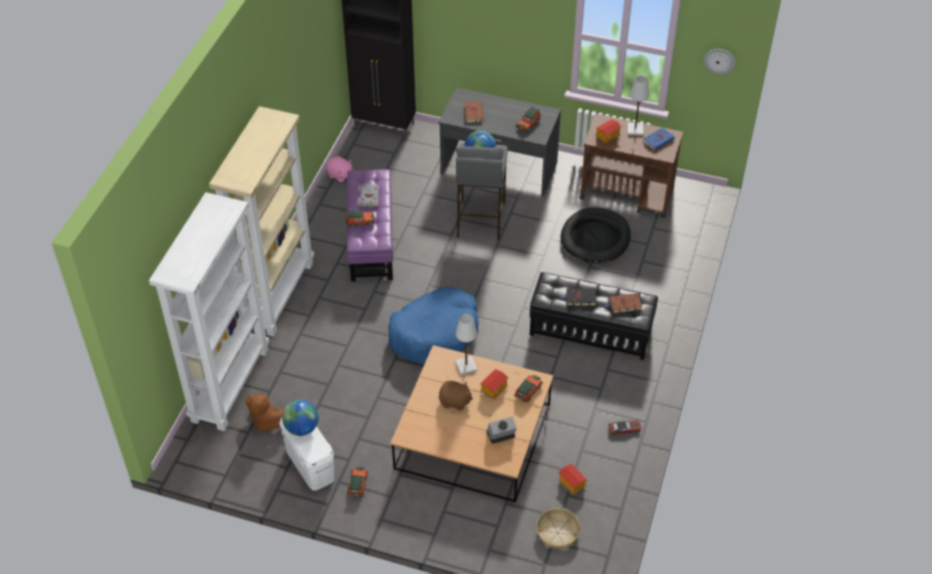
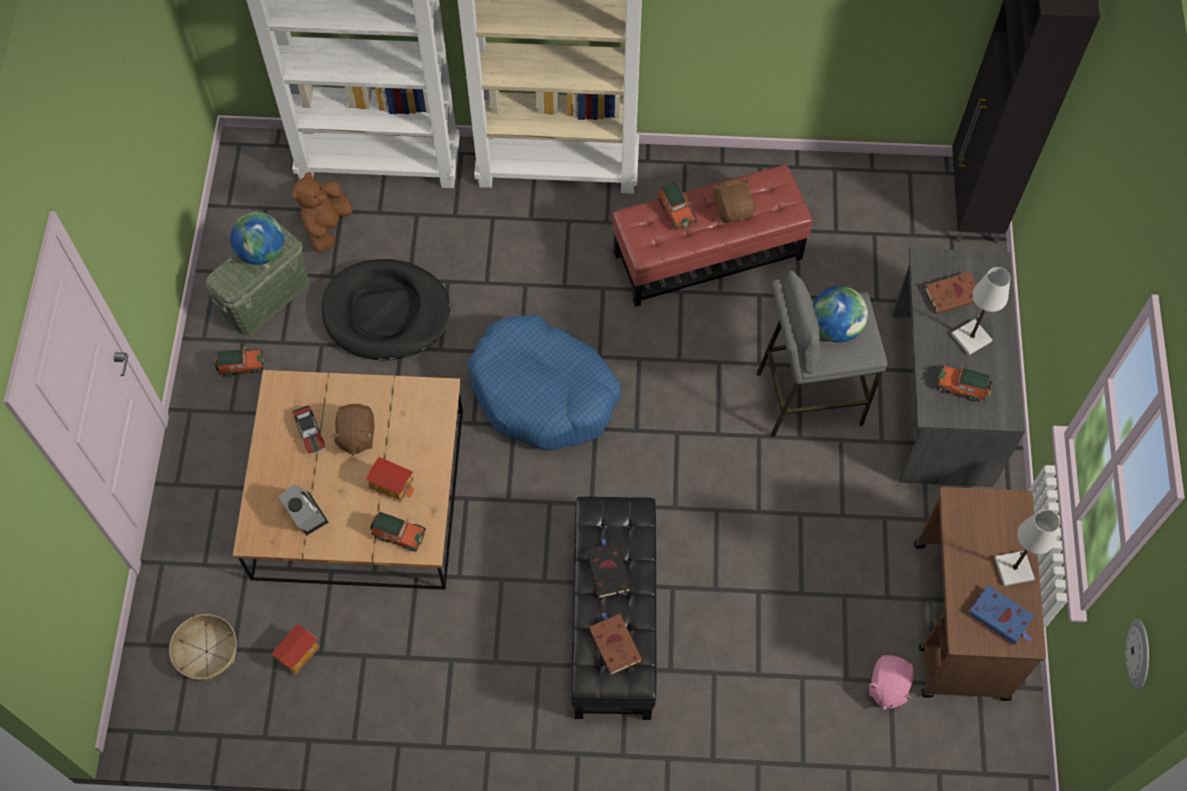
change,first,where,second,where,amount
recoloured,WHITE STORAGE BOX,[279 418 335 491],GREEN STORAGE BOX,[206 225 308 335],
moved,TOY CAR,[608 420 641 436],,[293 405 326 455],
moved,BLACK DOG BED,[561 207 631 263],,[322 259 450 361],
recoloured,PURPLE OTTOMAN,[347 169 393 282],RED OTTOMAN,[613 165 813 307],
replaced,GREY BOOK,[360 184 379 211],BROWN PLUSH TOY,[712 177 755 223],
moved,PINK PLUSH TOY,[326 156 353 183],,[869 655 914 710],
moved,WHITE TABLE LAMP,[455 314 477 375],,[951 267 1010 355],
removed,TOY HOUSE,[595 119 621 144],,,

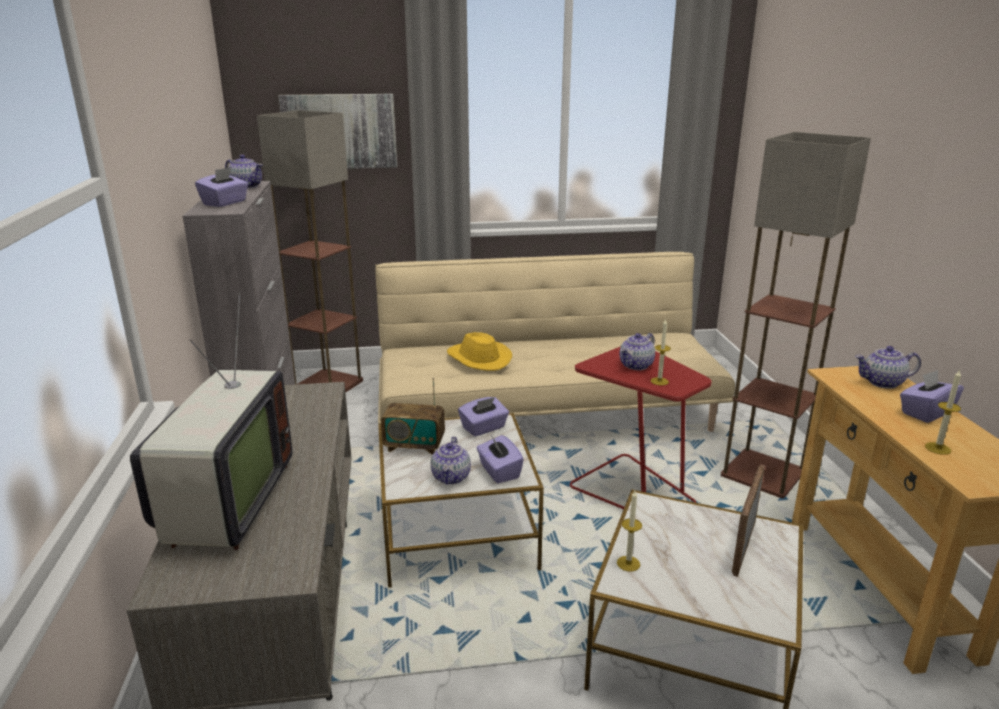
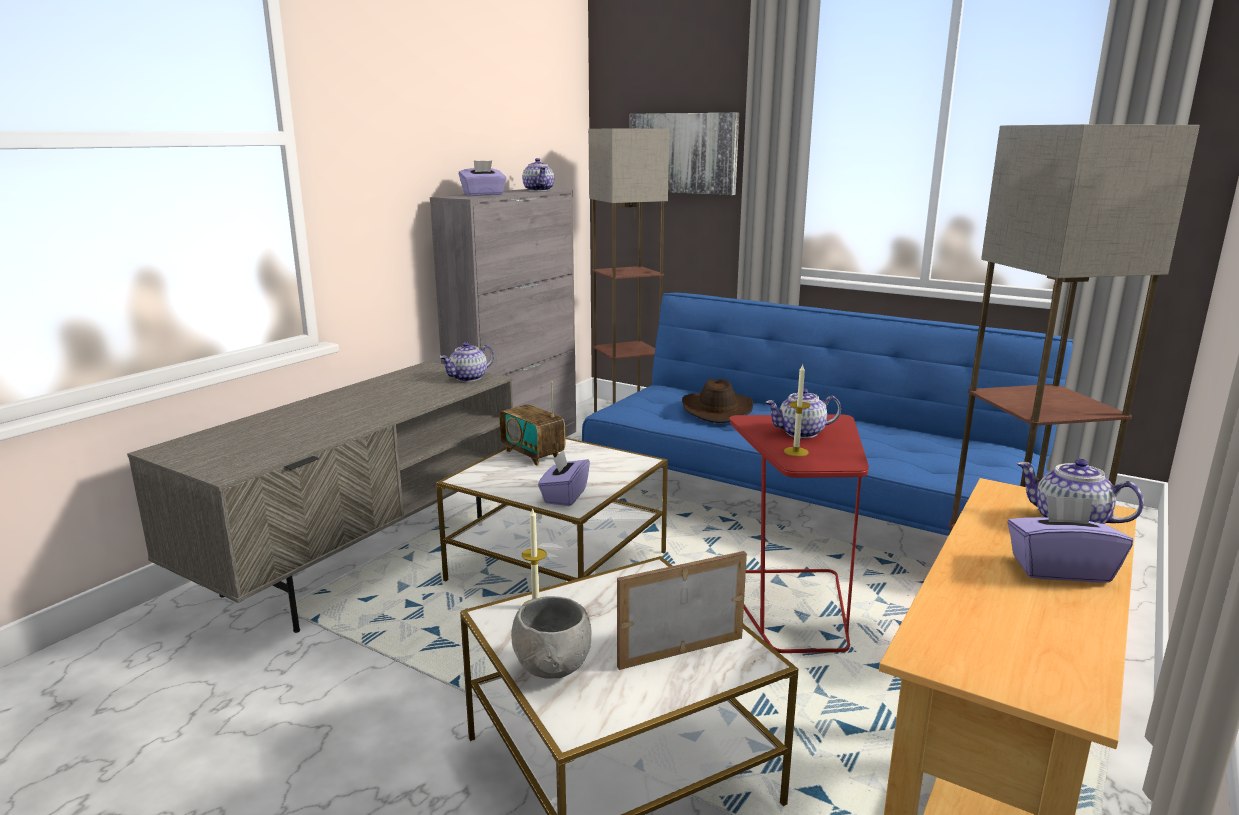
change,first,where,second,where,amount
moved,TEAPOT,[431 437 471 484],,[439 342 494 382],
added,,,GREY BOWL,[511 596 592 679],
recoloured,BEIGE SOFA,[375 252 735 432],BLUE SOFA,[582 293 1073 536],
recoloured,YELLOW HAT,[447 332 512 371],BROWN HAT,[682 379 753 423],
removed,TELEVISION,[130 293 292 550],,,
removed,PURPLE TISSUE BOX,[458 397 509 436],,,
removed,CANDLE,[925 370 961 455],,,

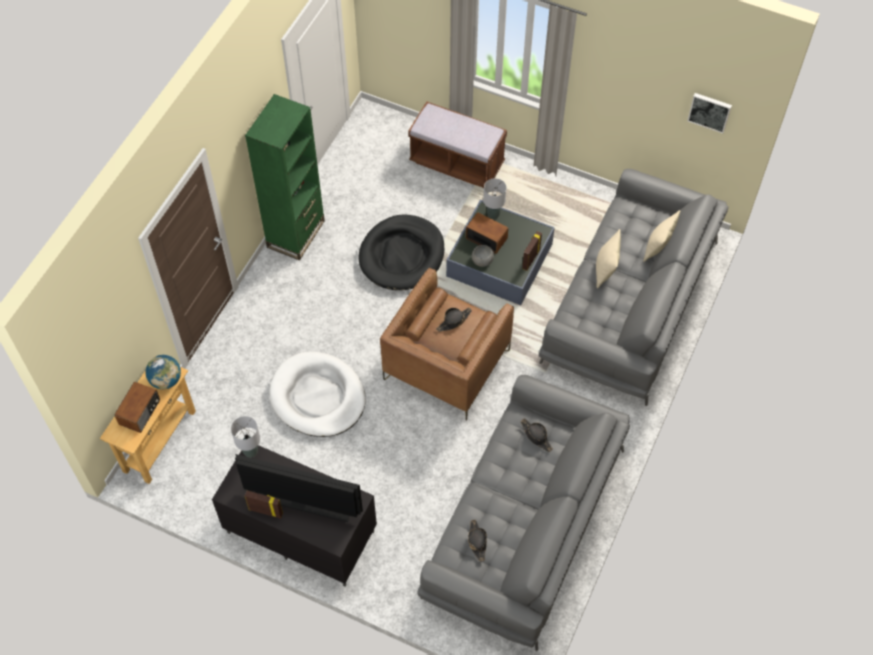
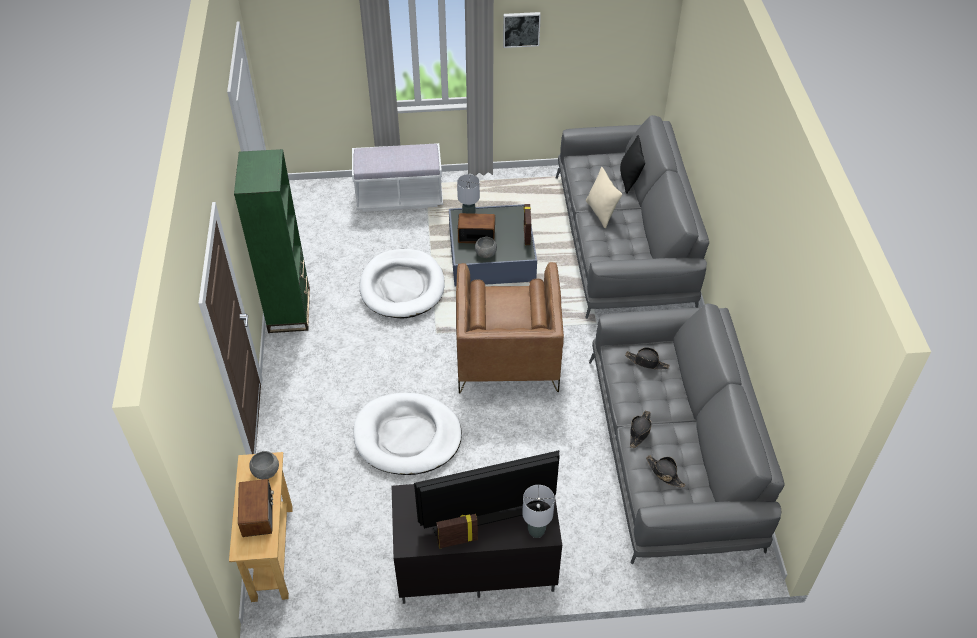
change,first,where,second,where,amount
replaced,GLOBE,[146 355 181 389],GREY BOWL,[249 451 279 479],
recoloured,BROWN BENCH,[408 102 507 188],WHITE BENCH,[352 143 443 212],
recoloured,BLACK DOG BED,[358 214 444 290],WHITE DOG BED,[360 249 445 318],
moved,PICTURE,[687 93 732 133],,[503 12 541 48],
moved,GREY TABLE LAMP,[231 416 260 458],,[522 485 555 538],
recoloured,BEIGE PILLOW,[643 210 680 262],BLACK PILLOW,[620 135 645 194],
moved,BLACK HAT,[436 308 472 332],,[630 411 652 448],

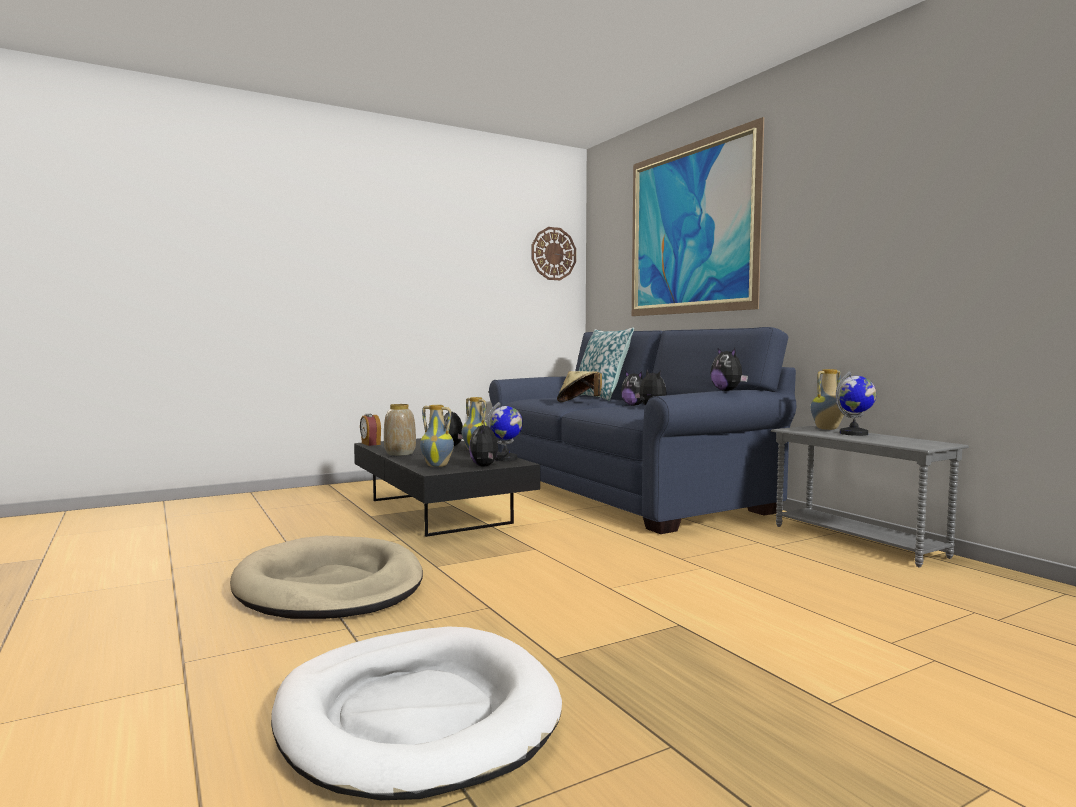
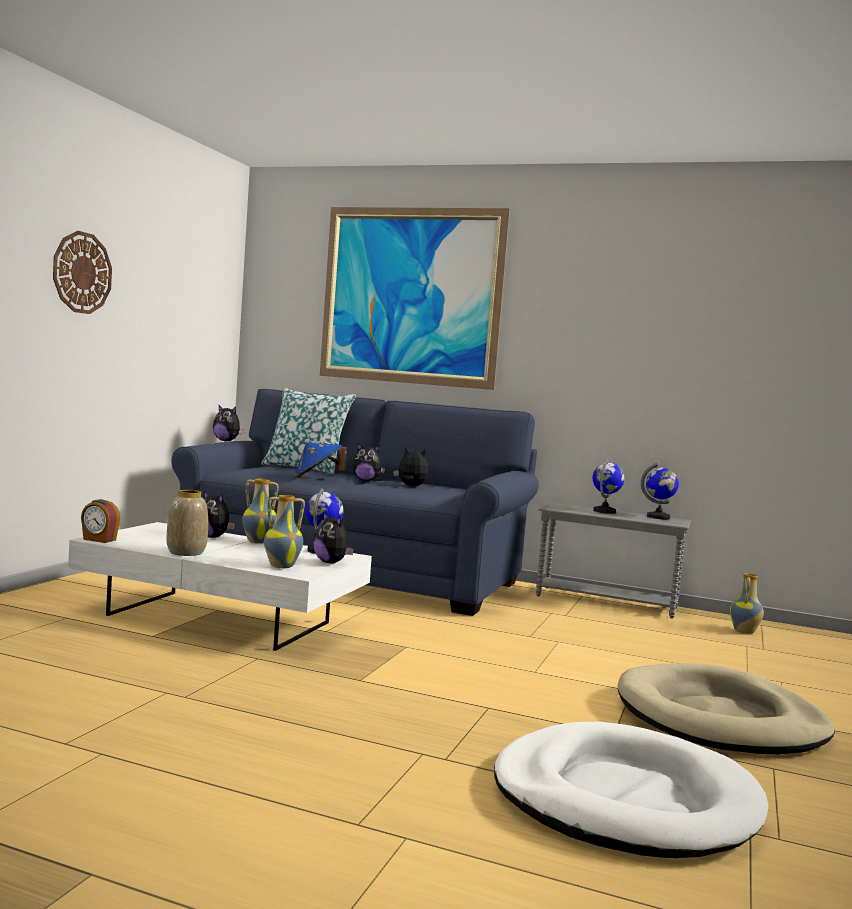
change,first,where,second,where,amount
moved,WALL CLOCK,[532 227 576 280],,[53 231 112 314],
recoloured,BLACK COFFEE TABLE,[354 438 540 537],WHITE COFFEE TABLE,[68 522 372 651],
moved,PLUSH TOY,[710 348 748 391],,[213 405 245 442],
recoloured,BEIGE HAT,[557 371 602 402],BLUE HAT,[295 443 347 478],
moved,BEIGE DOG BED,[230 536 423 619],,[618 663 835 754],
added,,,GLOBE,[641 463 679 520],
moved,VASE,[811 369 846 430],,[730 573 764 634],

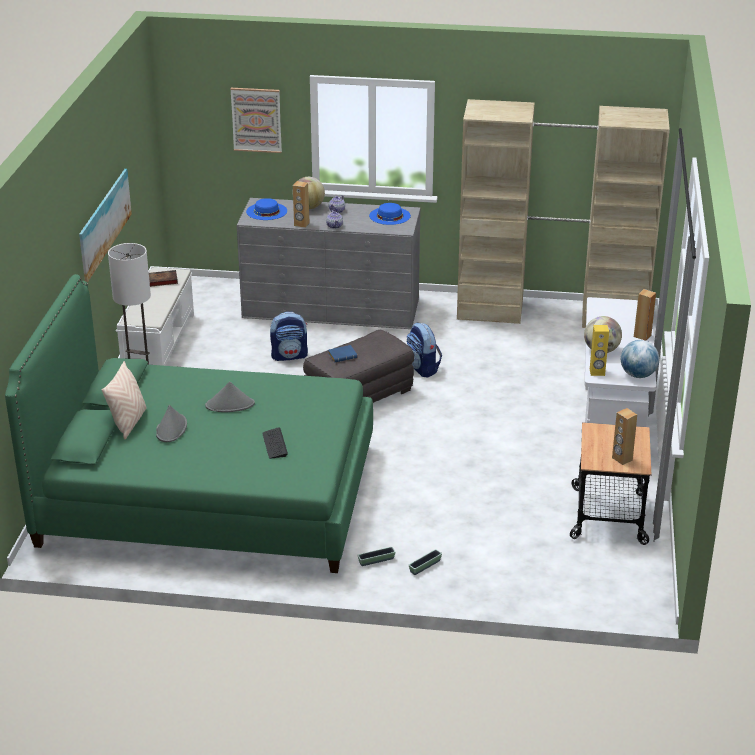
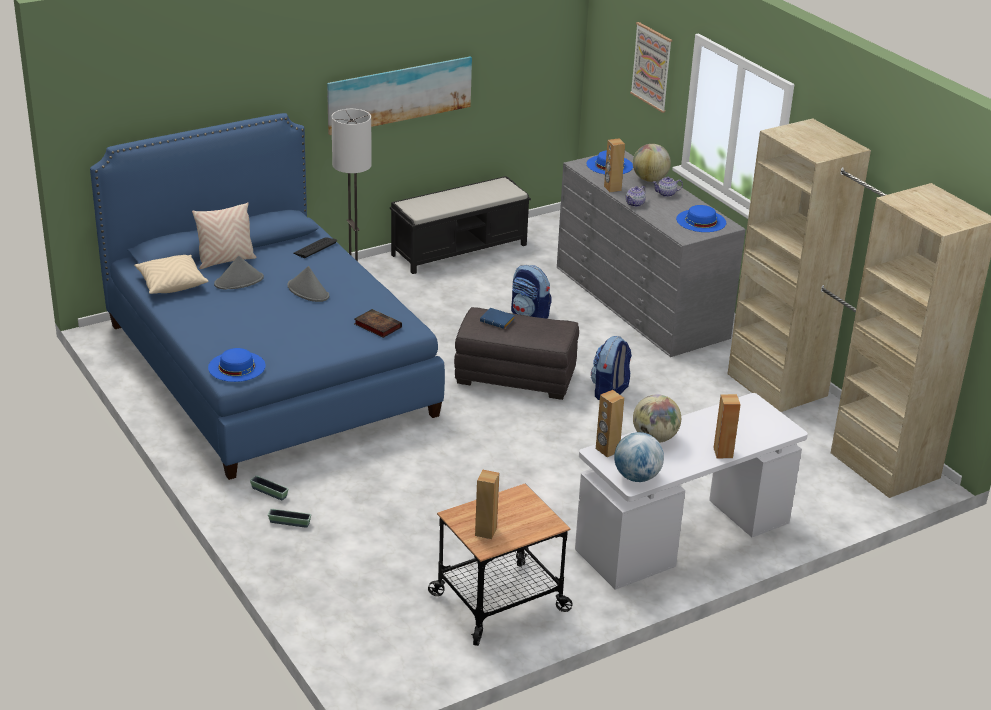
change,first,where,second,where,amount
recoloured,GREEN BED,[5 274 373 573],BLUE BED,[90 113 445 480],
added,,,BEIGE PILLOW,[134 255 208 294],
added,,,BLUE HAT,[208 348 266 382],
moved,KEYBOARD,[262 427 288 459],,[293 238 337 258],
moved,BOOK,[149 270 178 287],,[354 309 402 338],
recoloured,WHITE BENCH,[116 266 194 366],BLACK BENCH,[390 176 531 274],
recoloured,YELLOW SPEAKER,[590 325 609 376],BROWN SPEAKER,[596 390 624 457],

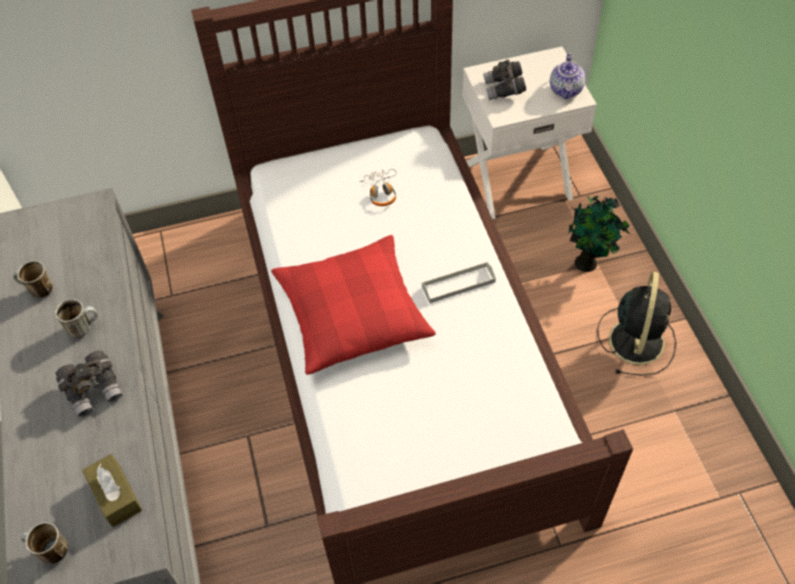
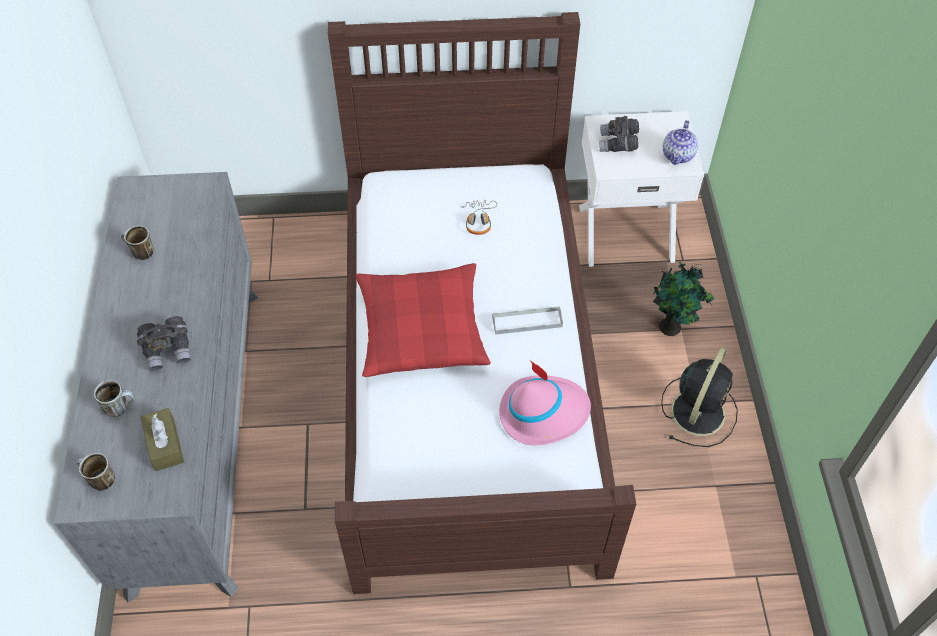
change,first,where,second,where,amount
moved,MUG,[55 299 98 338],,[94 380 135 417],
added,,,PINK HAT,[499 360 591 445],

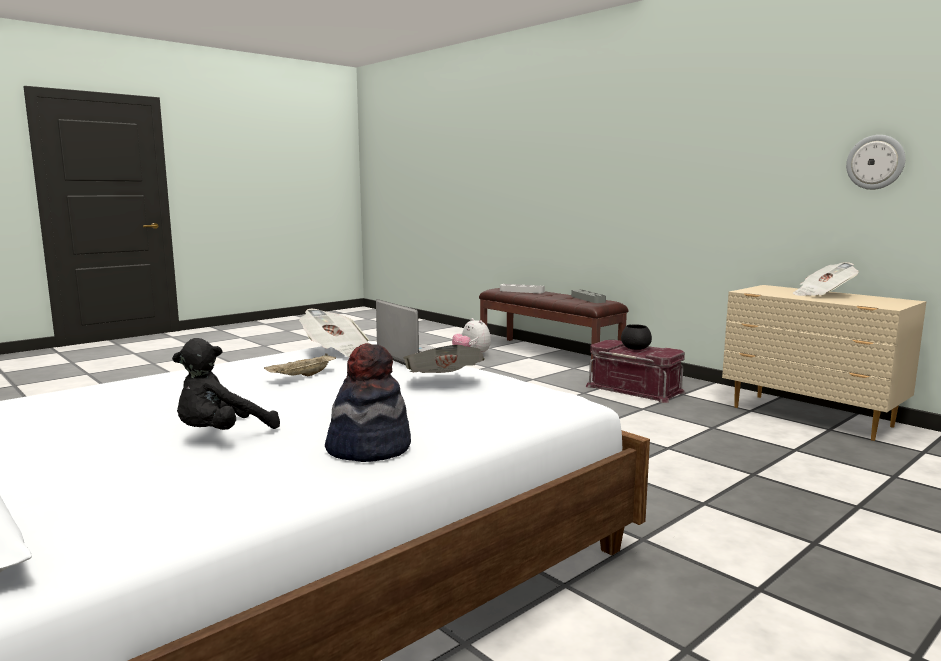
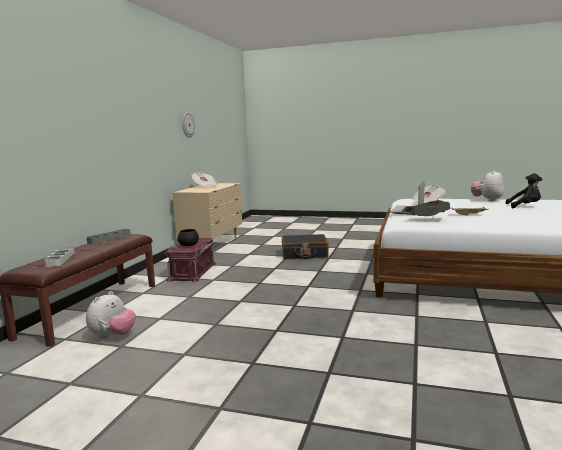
change,first,where,second,where,amount
added,,,BLACK SUITCASE,[282 234 329 259],
replaced,HAT,[325 343 411 462],PLUSH TOY,[471 170 504 202],

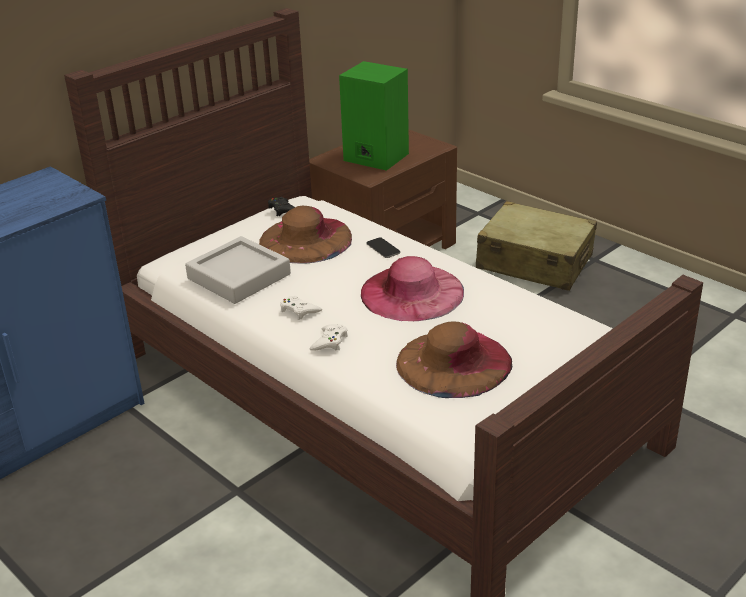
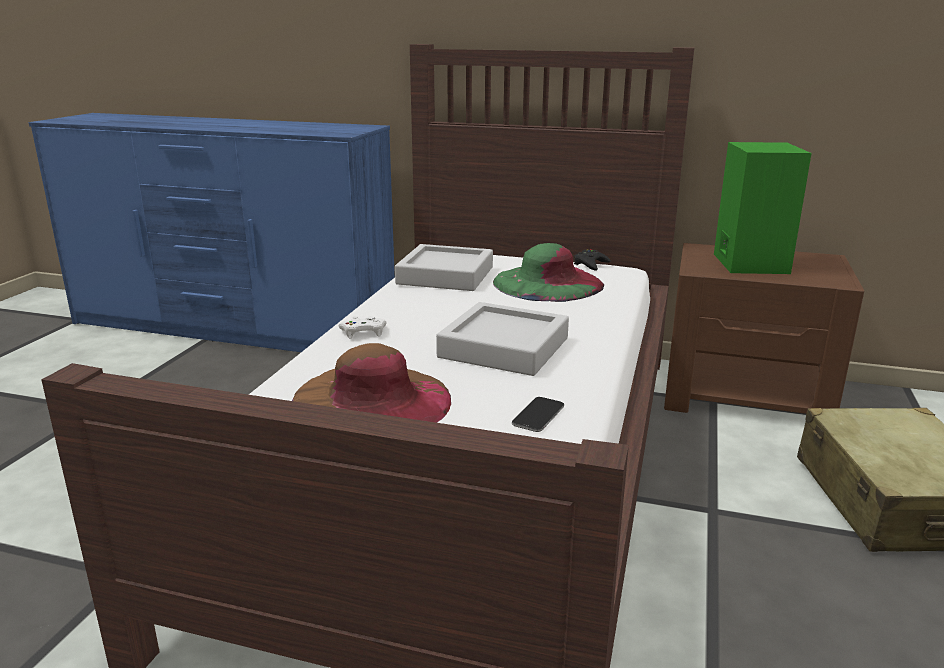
change,first,where,second,where,amount
replaced,PINK HAT,[361 256 464 321],GREY TRAY,[436 302 569 376],
recoloured,BROWN HAT,[259 206 352 263],GREEN HAT,[493 243 604 302],
moved,PHONE,[366 237 401 258],,[512 397 564 432],
removed,WHITE GAME CONTROLLER,[280 296 322 320],,,

